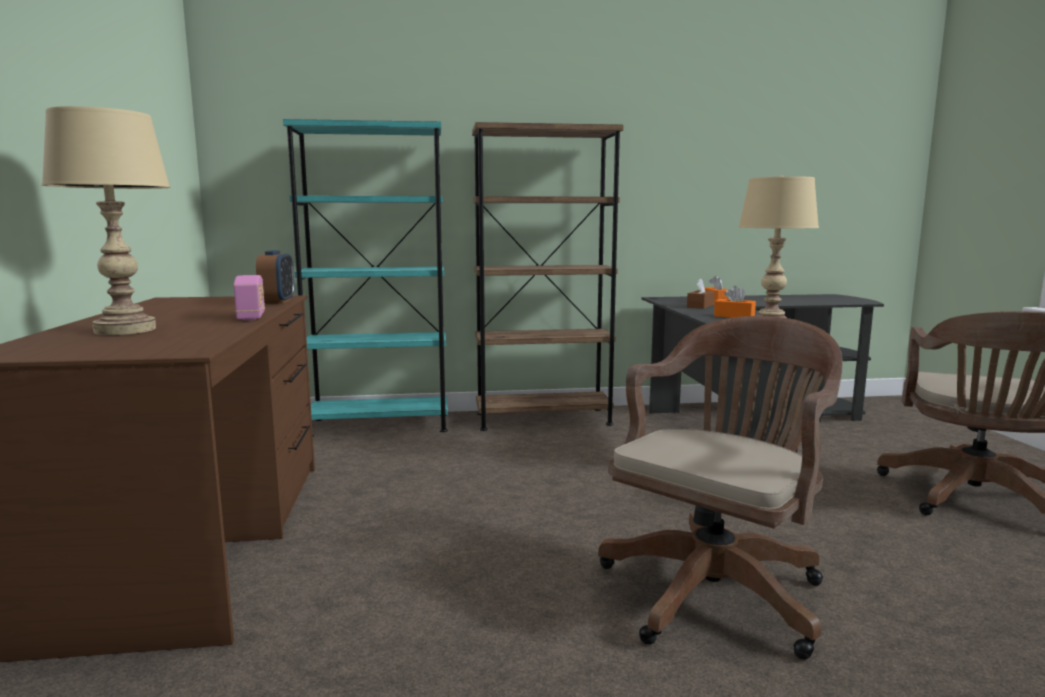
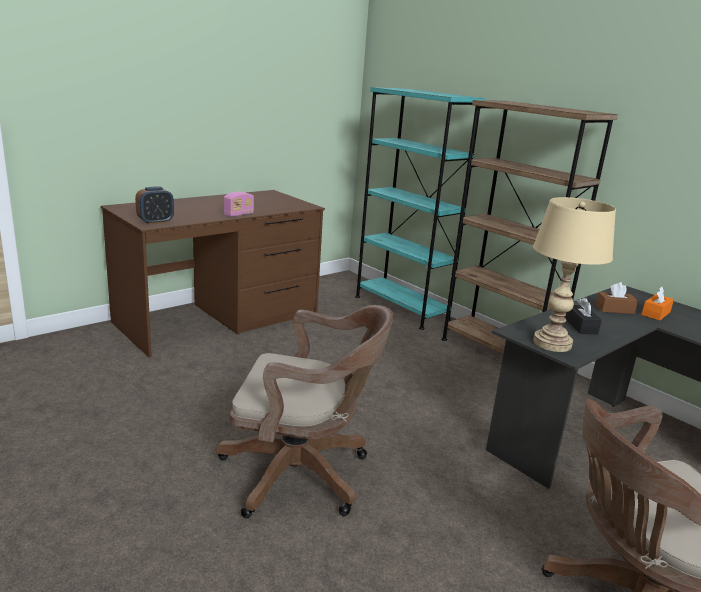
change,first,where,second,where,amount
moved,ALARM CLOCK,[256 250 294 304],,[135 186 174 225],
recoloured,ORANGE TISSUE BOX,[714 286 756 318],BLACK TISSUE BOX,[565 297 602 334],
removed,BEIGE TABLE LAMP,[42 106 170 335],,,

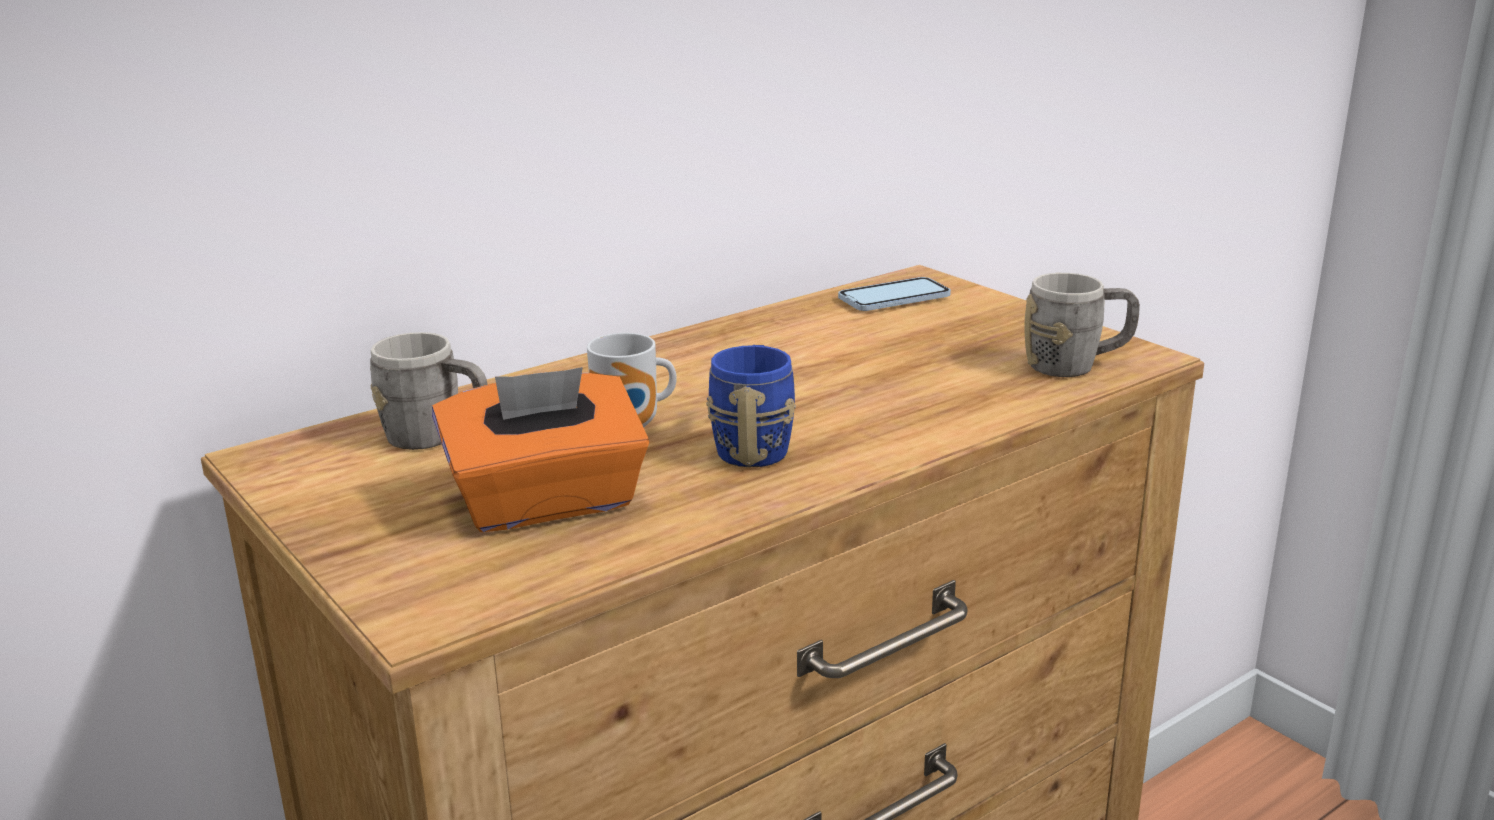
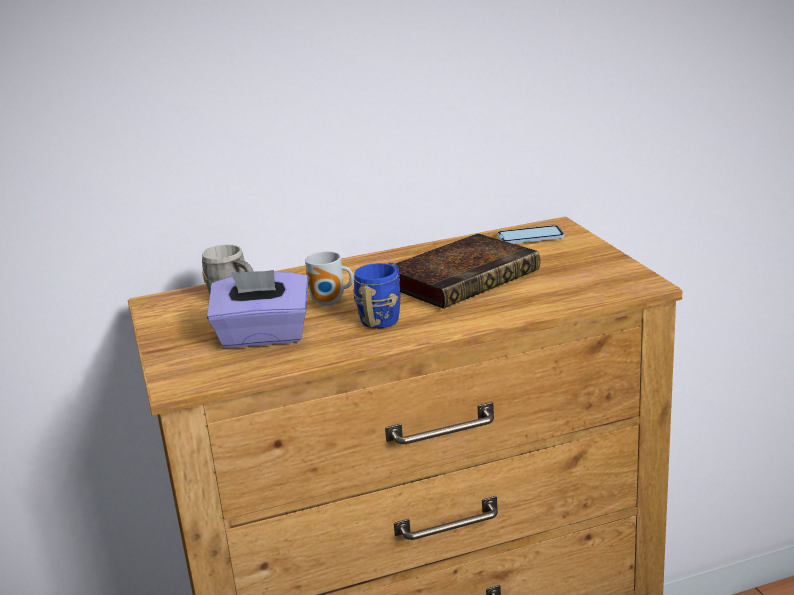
change,first,where,second,where,amount
recoloured,ORANGE TISSUE BOX,[432 367 649 532],PURPLE TISSUE BOX,[207 270 309 348],
added,,,BOOK,[395 234 540 309],
removed,GREY MUG,[1024 273 1140 377],,,

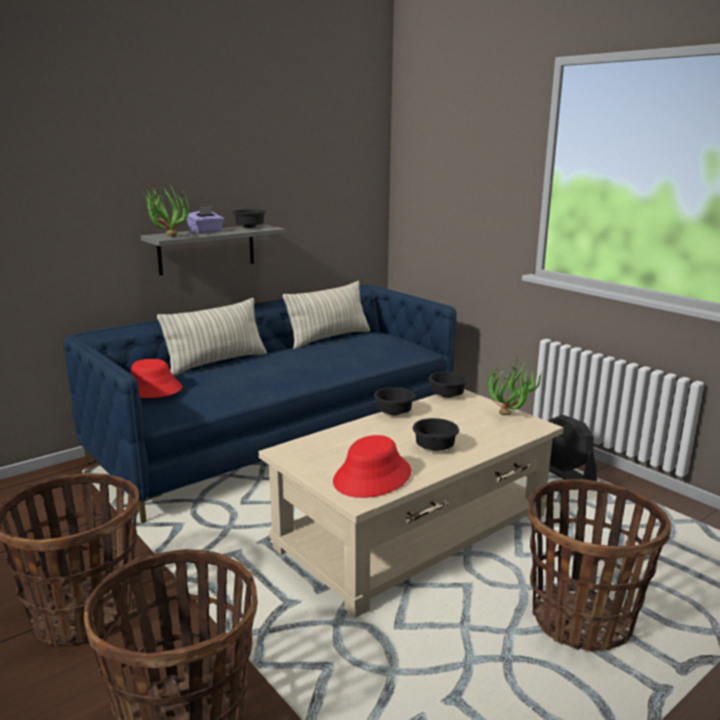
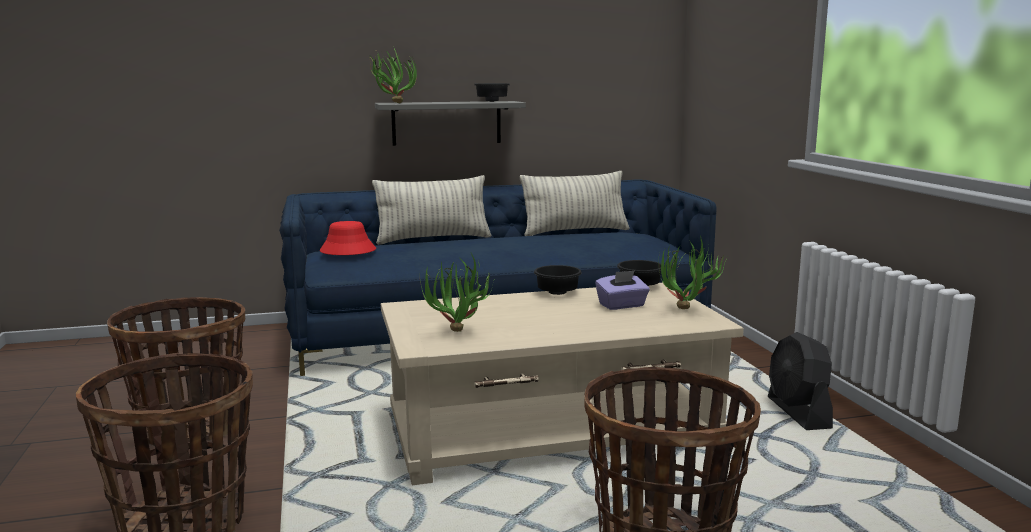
change,first,where,second,where,amount
replaced,RED HAT,[333 435 411 498],POTTED PLANT,[419 253 494 332],
moved,PURPLE TISSUE BOX,[187 206 224 234],,[595 270 650 310],
removed,BLACK BOWL,[413 418 459 451],,,

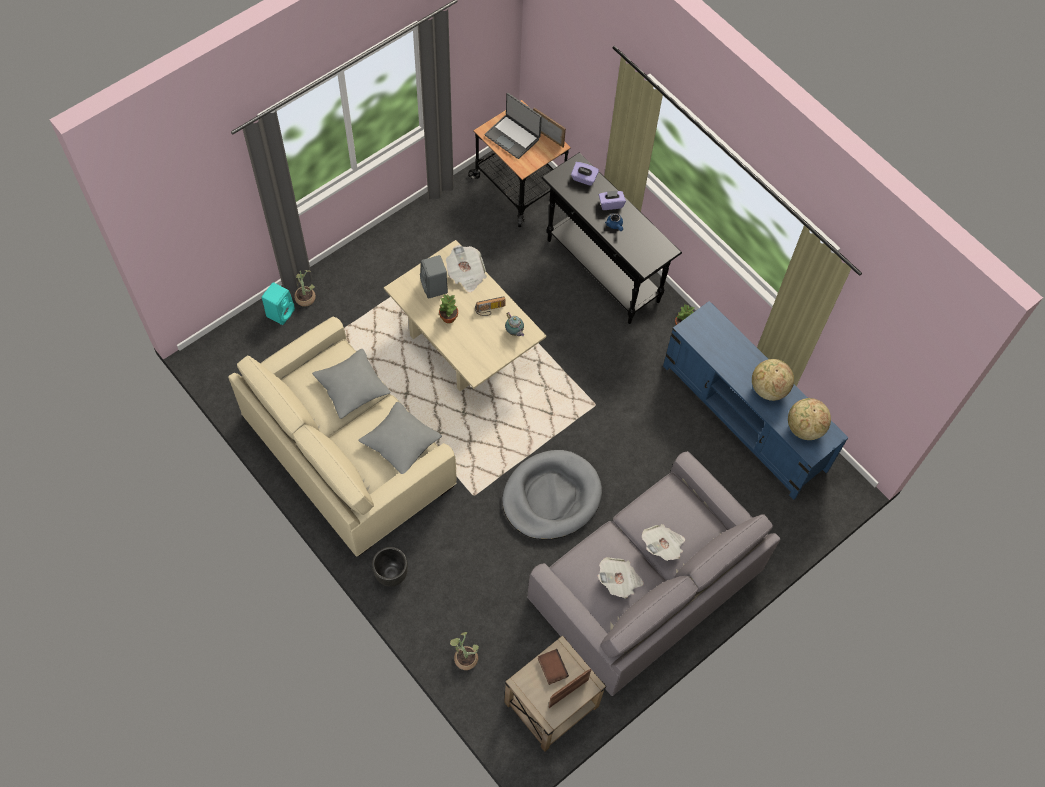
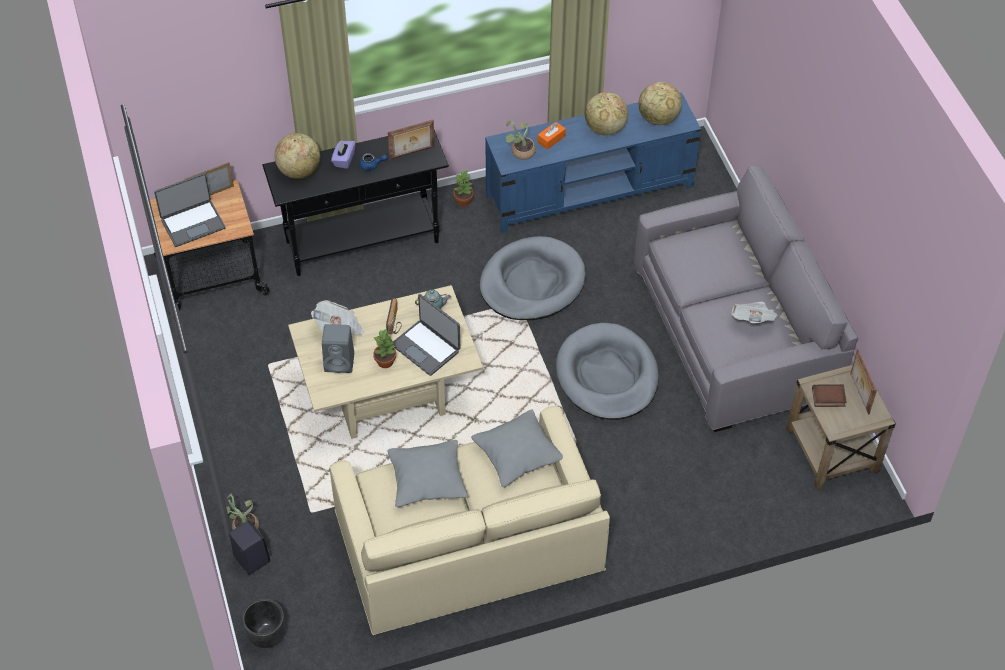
change,first,where,second,where,amount
recoloured,TURQUOISE SPEAKER,[262 282 295 325],BLACK SPEAKER,[229 520 270 575],
moved,BLACK PLANTER,[372 547 408 587],,[242 599 285 648],
replaced,PURPLE TISSUE BOX,[571 162 599 186],GLOBE,[274 133 320 179],
added,,,PICTURE FRAME,[388 120 435 159],
added,,,LAPTOP,[392 294 460 376],
added,,,GREY DOG BED,[480 236 586 320],
moved,POTTED PLANT,[450 632 479 670],,[505 121 536 160],
added,,,ORANGE TISSUE BOX,[537 122 566 150],
removed,NEWSPAPER,[642 524 685 561],,,

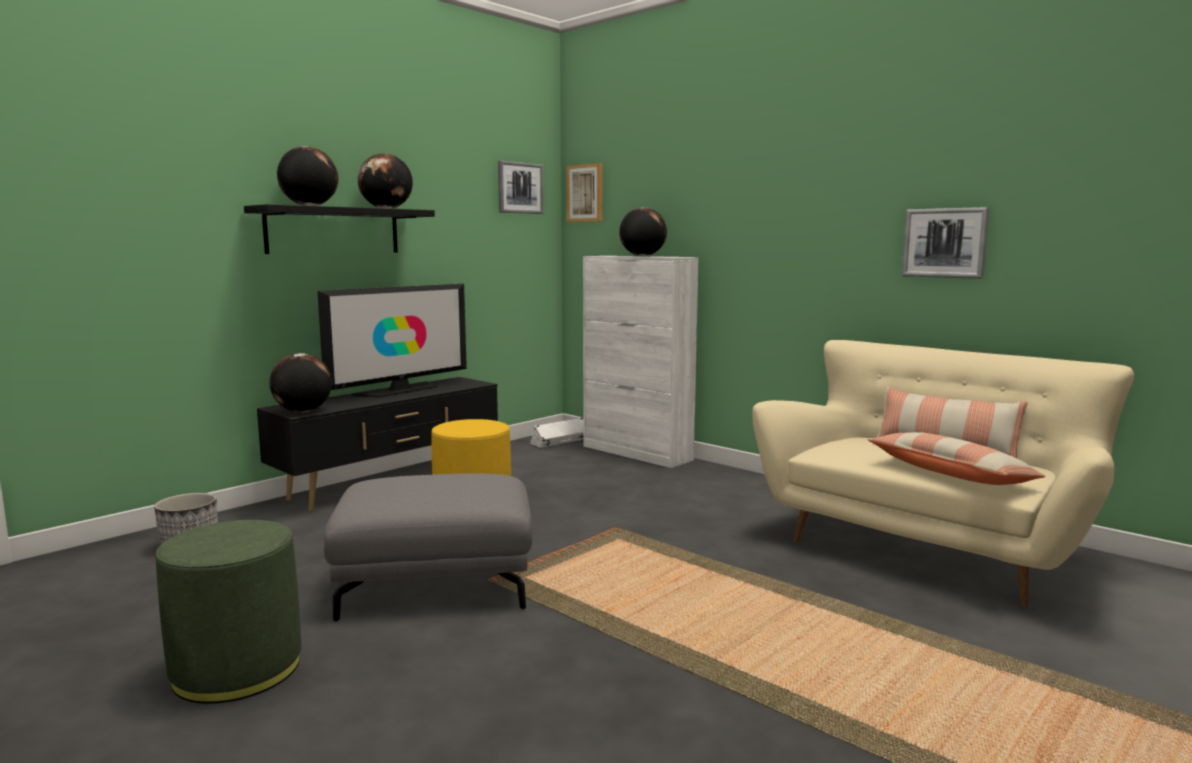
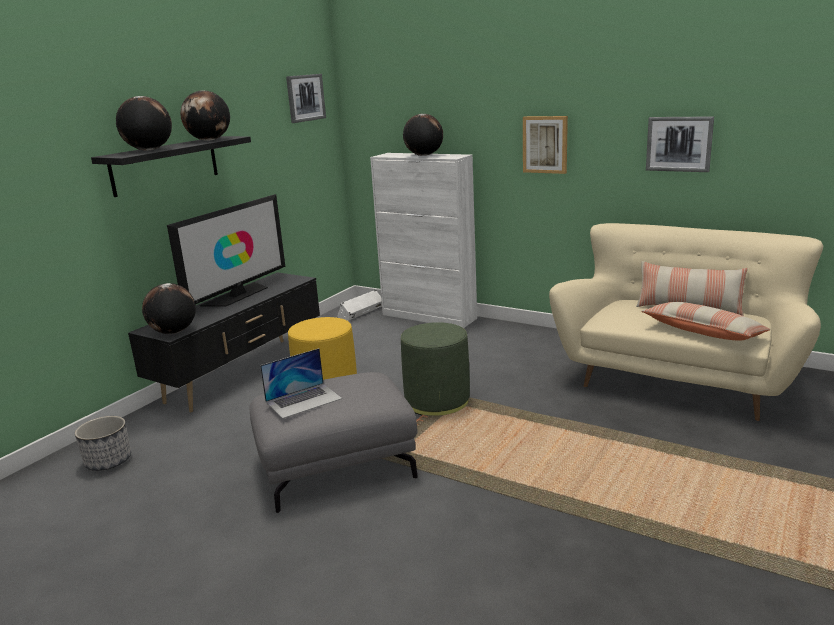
change,first,where,second,where,amount
added,,,LAPTOP,[260 348 342 419],
moved,GREEN OTTOMAN,[156 520 301 703],,[401 322 470 416],
moved,PICTURE,[566 163 602 222],,[523 116 568 174],

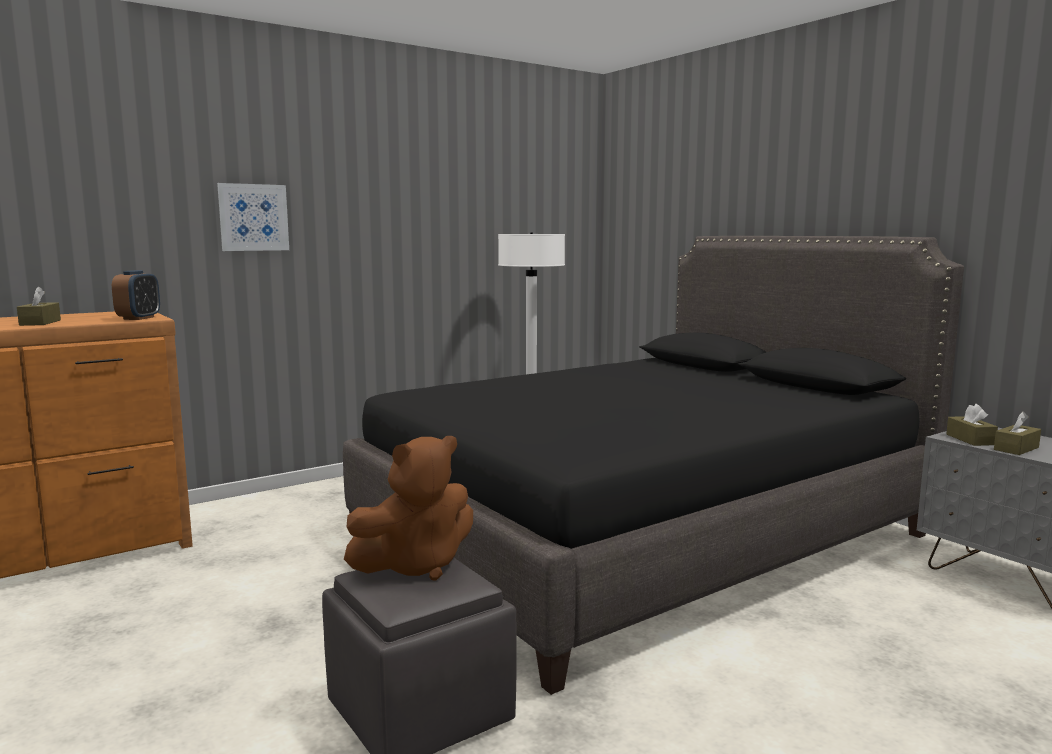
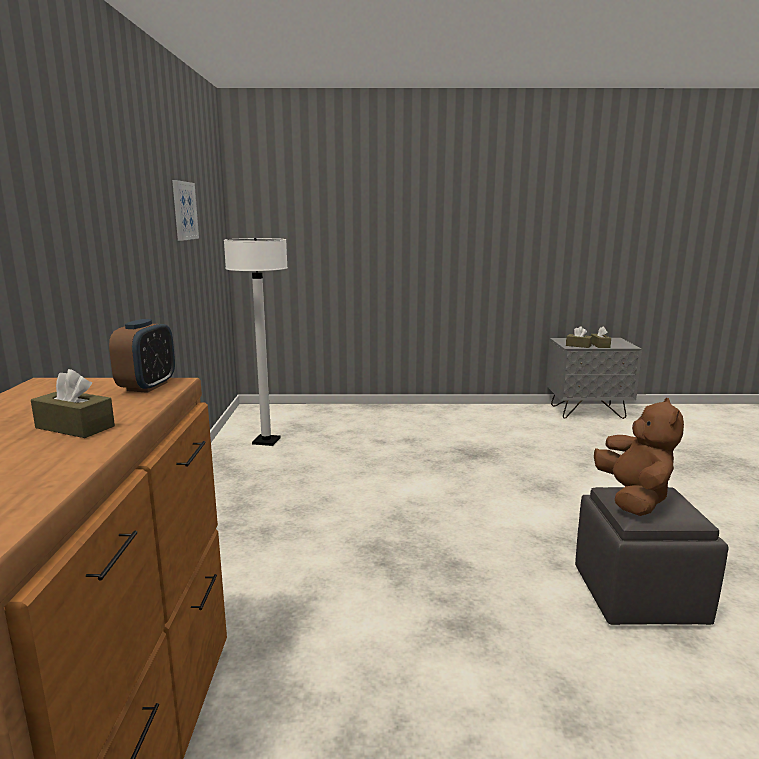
change,first,where,second,where,amount
turned,ALARM CLOCK,[112 270 160 320],,[109 319 175 393],60 degrees clockwise
moved,PICTURE,[217 183 289 251],,[172 180 199 241],
removed,BLACK BED,[343 236 964 695],,,

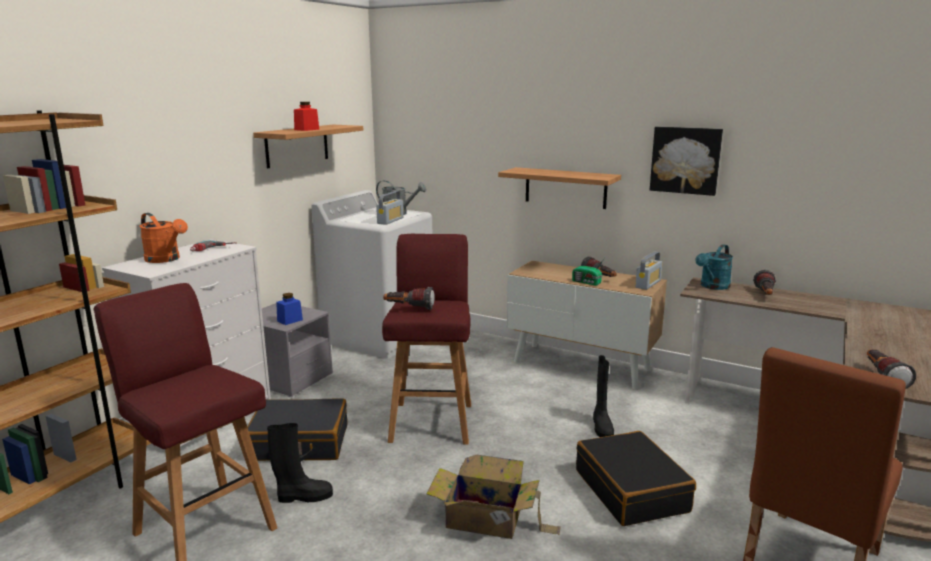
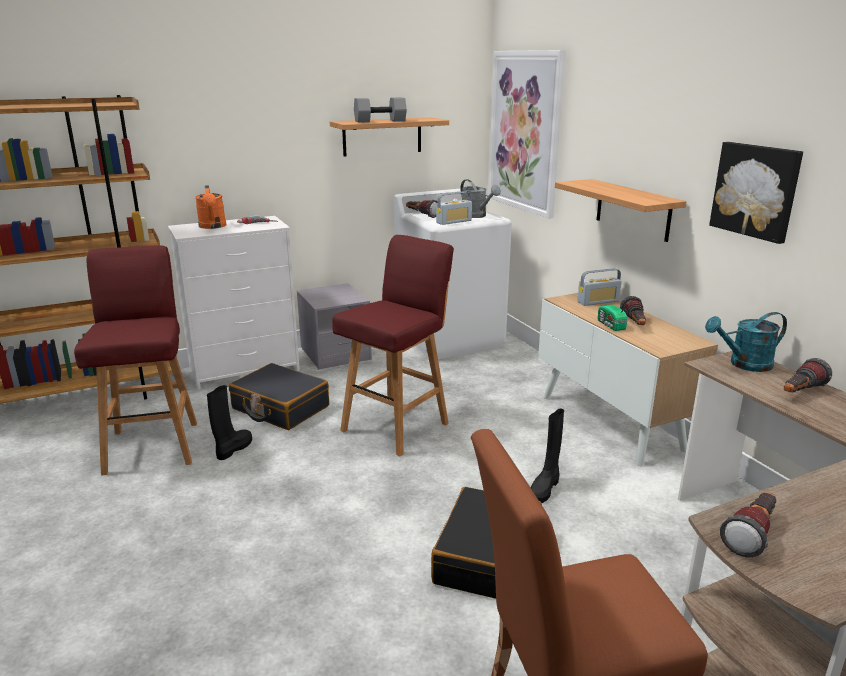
change,first,where,second,where,amount
turned,BLACK BOOT,[267 423 333 503],,[207 385 252 460],90 degrees counterclockwise
replaced,RED JAR,[294 102 319 131],GREY DUMBBELL,[354 97 407 122],
moved,FLASHLIGHT,[383 287 435 310],,[406 200 438 218],
added,,,PICTURE,[489 50 566 219],
moved,RADIO,[635 252 662 290],,[577 268 622 306],
removed,BLUE JAR,[276 293 303 325],,,
removed,CARDBOARD BOX,[426 455 561 539],,,

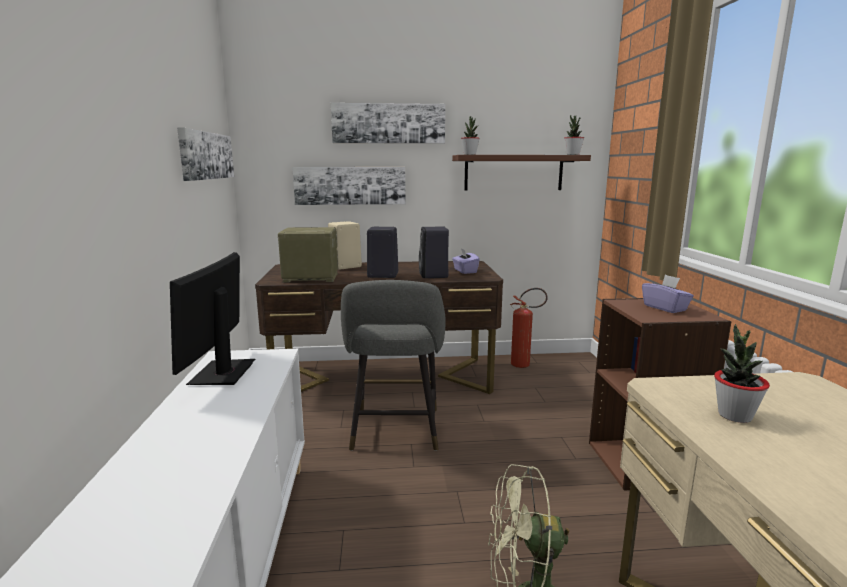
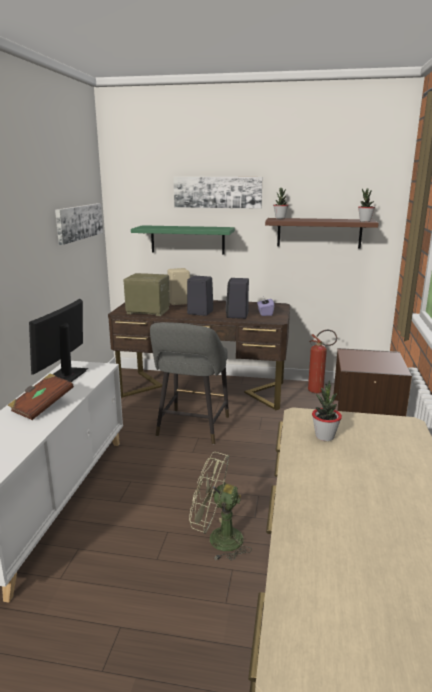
change,first,where,second,where,amount
added,,,BROWN BOOK,[8 373 74 420],
replaced,PICTURE,[292 167 405 205],GREEN SHELF,[131 225 235 254],
removed,PURPLE TISSUE BOX,[642 275 694 313],,,

